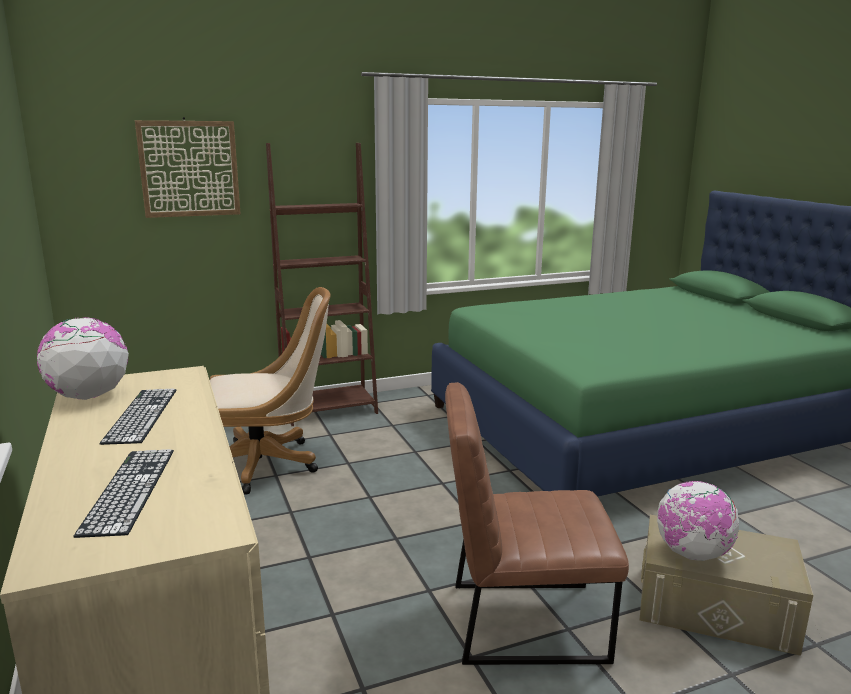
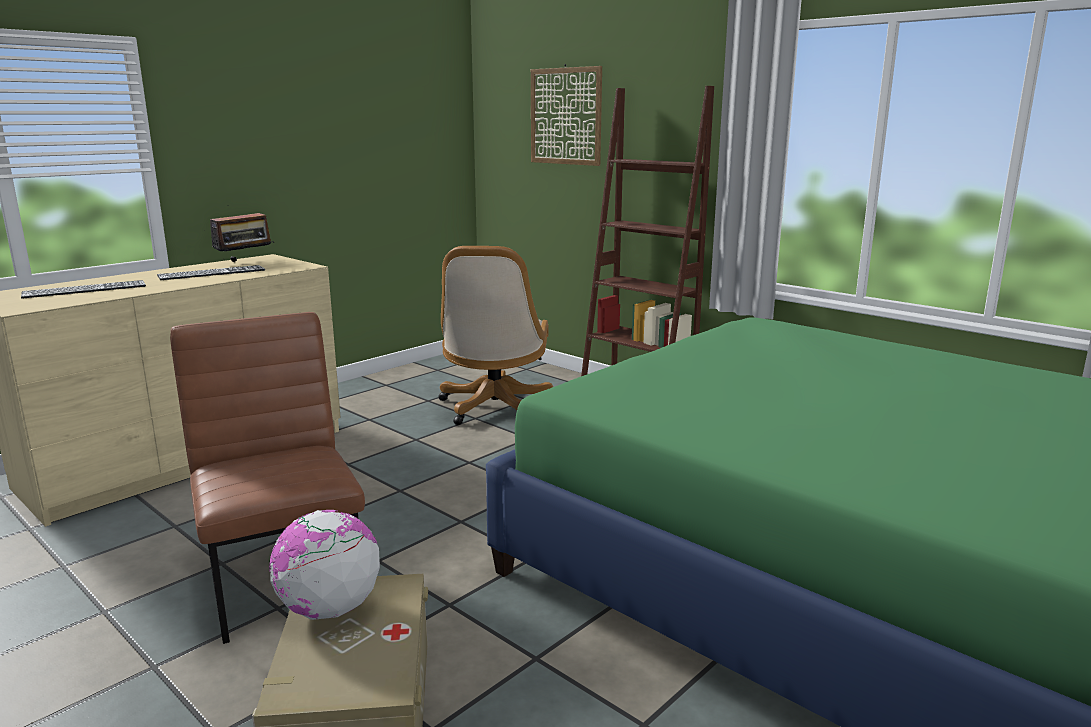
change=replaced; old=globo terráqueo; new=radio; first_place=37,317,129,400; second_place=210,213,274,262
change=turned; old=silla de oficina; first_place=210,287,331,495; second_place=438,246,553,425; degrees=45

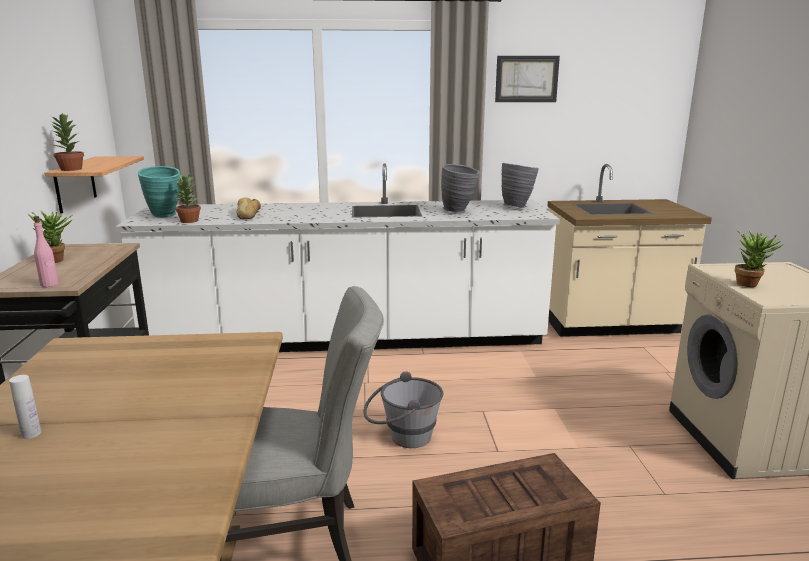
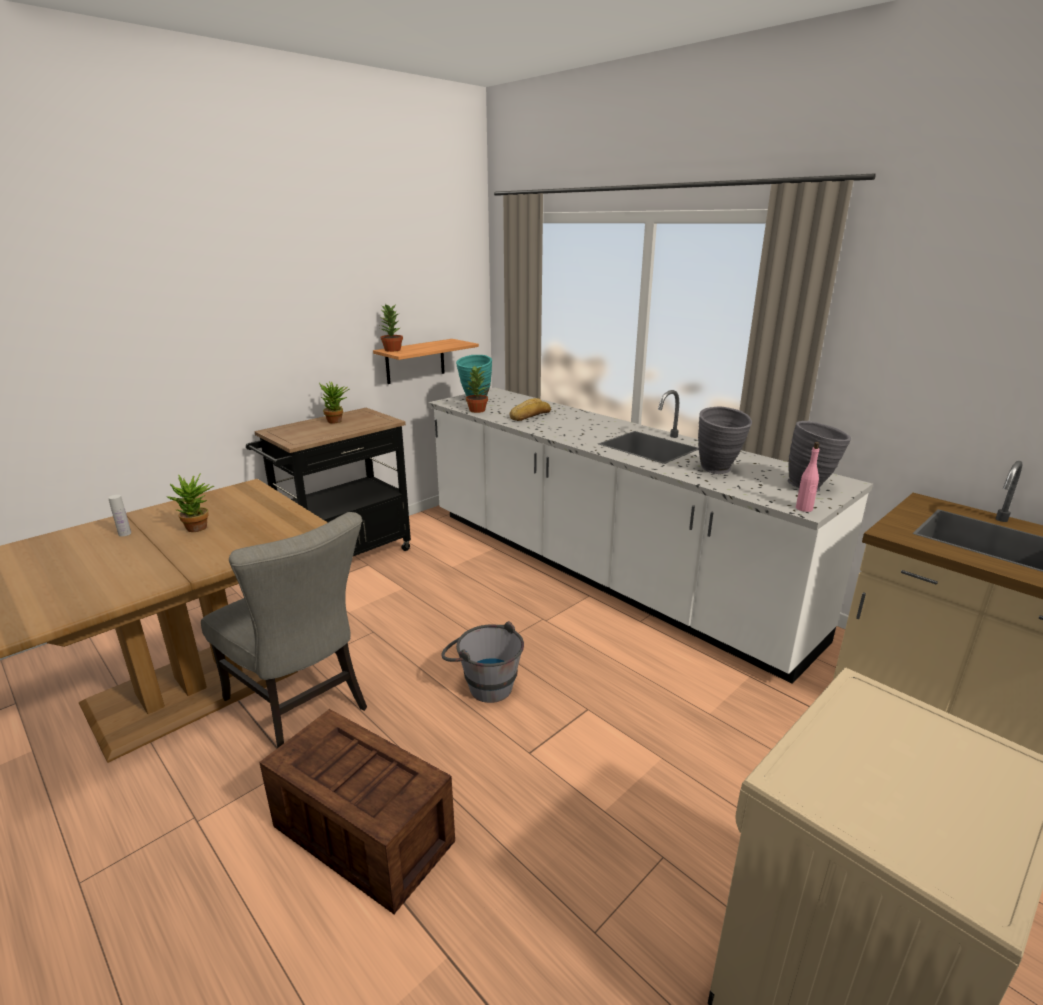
change=moved; old=botella/rosa; first_place=33,216,59,287; second_place=796,442,820,512
change=removed; old=cuadro; first_place=495,56,560,102
change=moved; old=planta en maceta; first_place=735,230,784,287; second_place=166,473,214,532

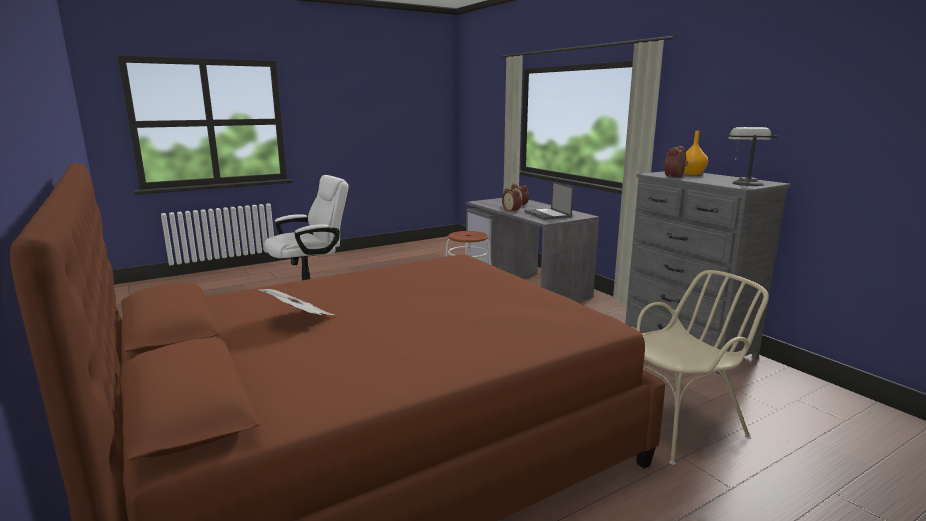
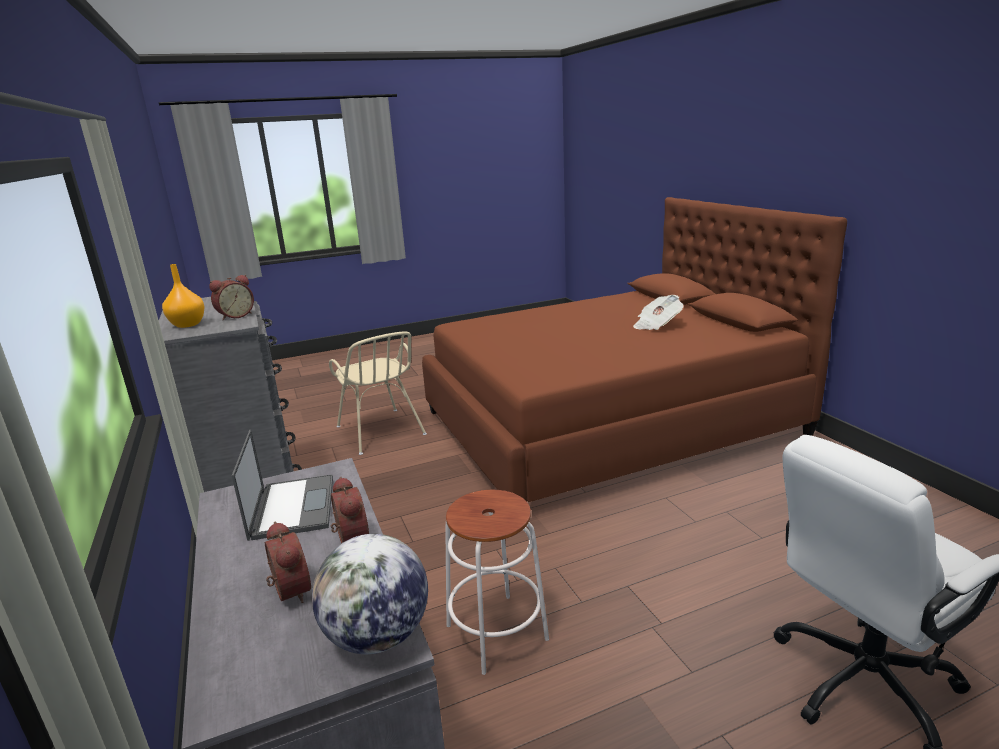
change=turned; old=silla/beis; first_place=636,270,769,465; second_place=329,331,427,455; degrees=-105
change=removed; old=lámpara de mesa; first_place=727,127,777,186
change=added; new=globo terráqueo; second_place=312,534,428,654

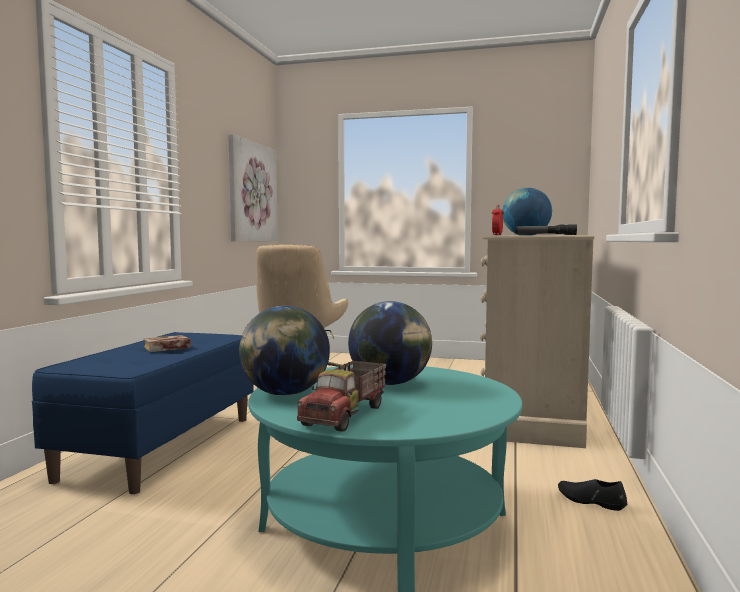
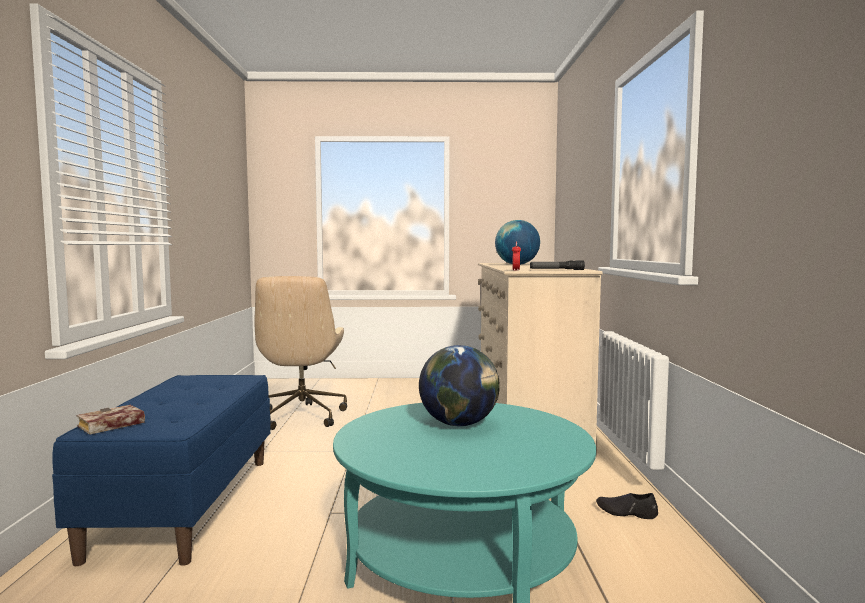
change=moved; old=libro; first_place=143,335,191,352; second_place=77,405,145,435
change=removed; old=cuadro; first_place=228,134,278,241
change=removed; old=globo terráqueo; first_place=239,306,330,396
change=removed; old=camión de juguete; first_place=297,361,386,432

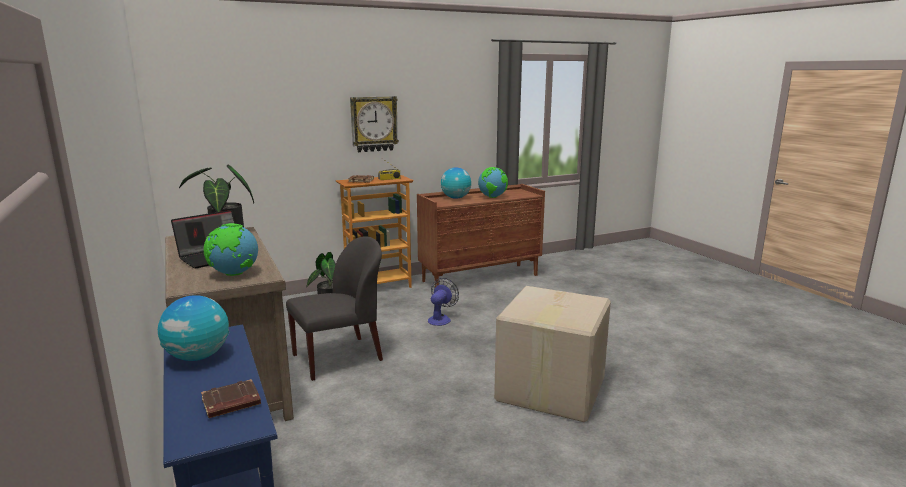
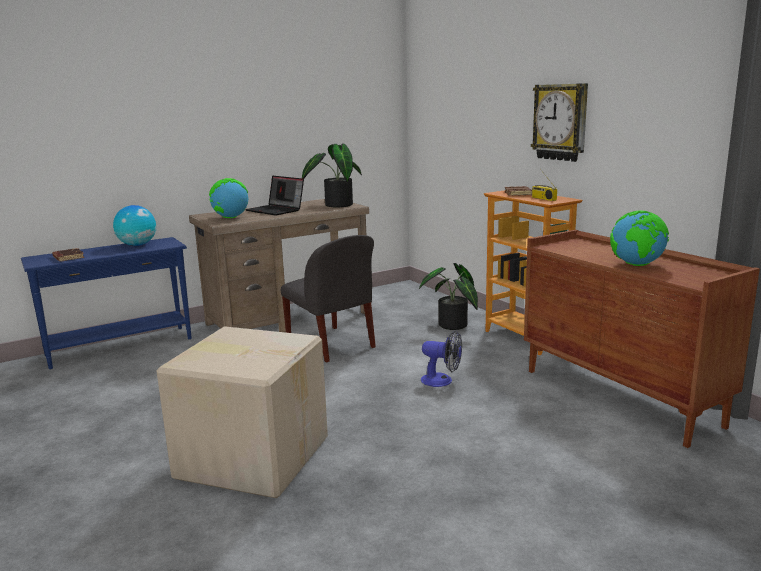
change=removed; old=globo terráqueo; first_place=441,167,471,199

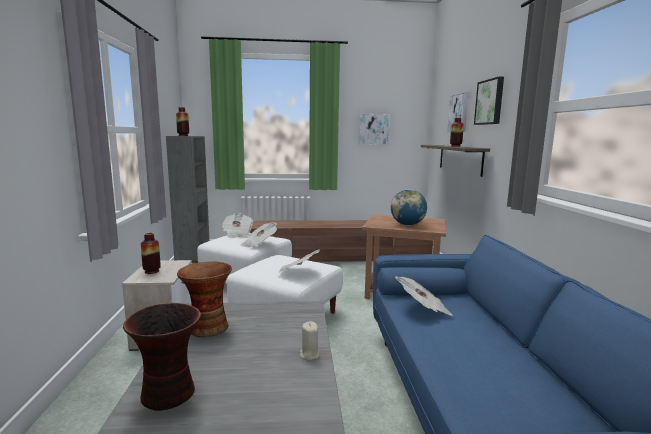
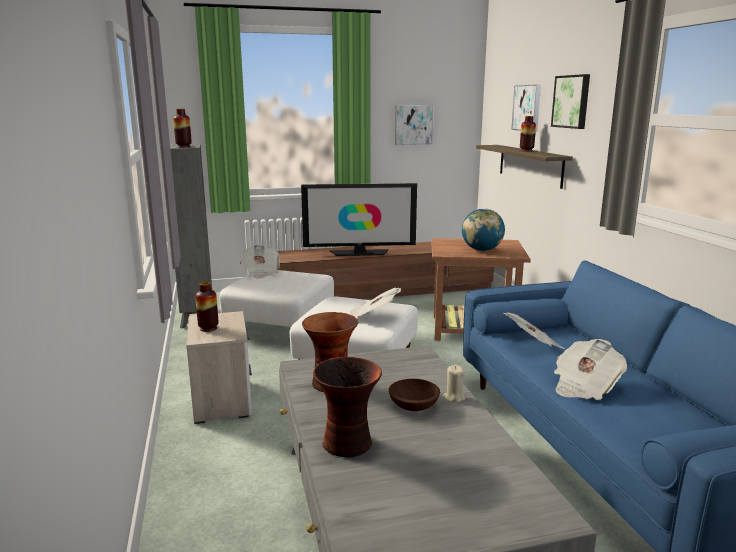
change=moved; old=periódico; first_place=241,222,277,247; second_place=554,339,627,400
change=added; new=televisor; second_place=301,183,417,256
change=added; new=cuenco/marrón; second_place=389,379,440,411

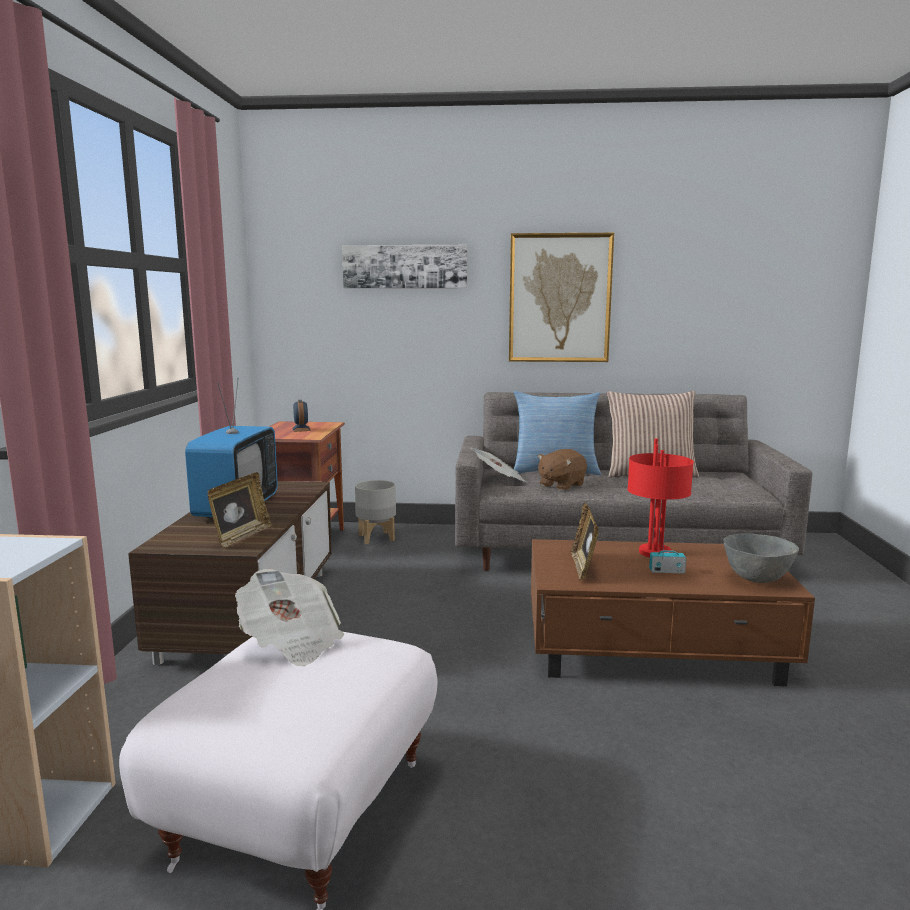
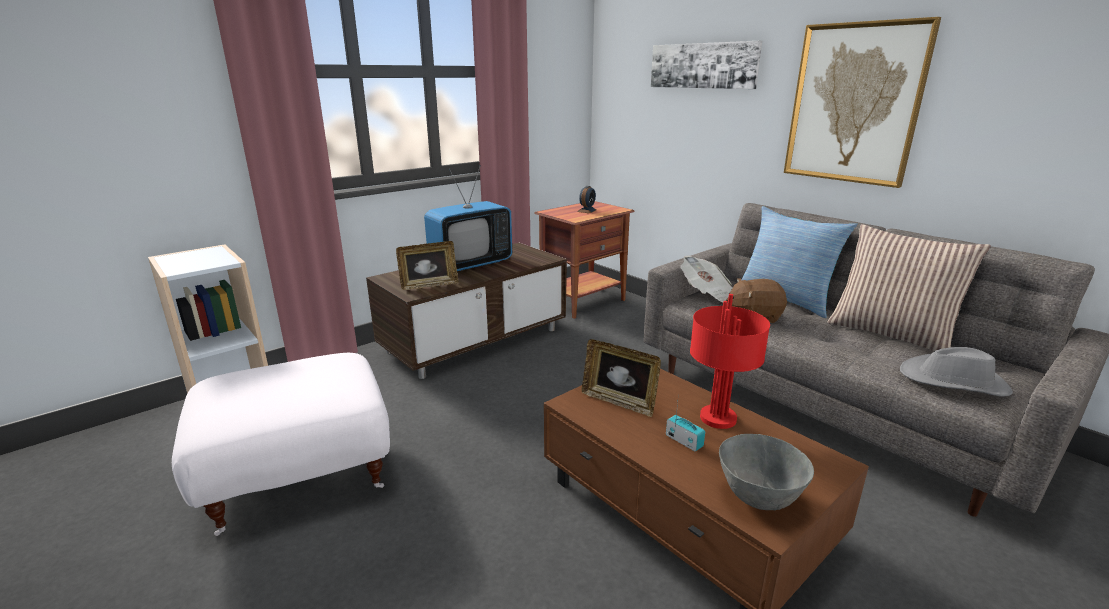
change=removed; old=periódico; first_place=235,569,344,666
change=removed; old=maceta/gris; first_place=355,480,396,544
change=turned; old=portarretratos; first_place=571,503,599,581; second_place=582,339,661,417; degrees=-105
change=added; new=sombrero/gris; second_place=900,347,1013,397

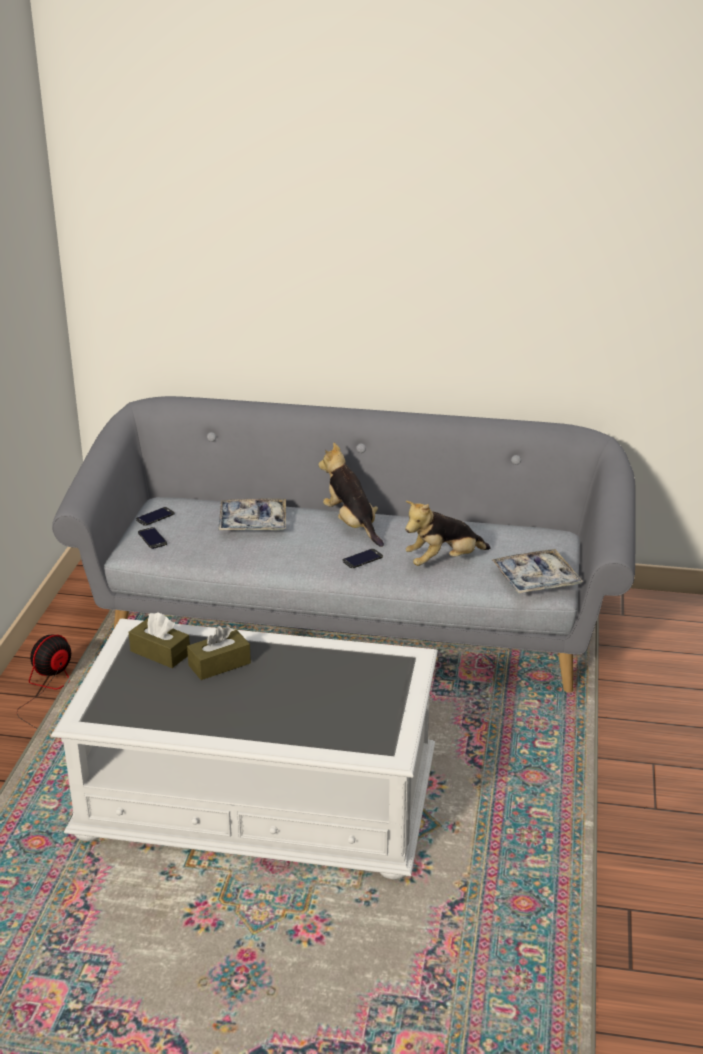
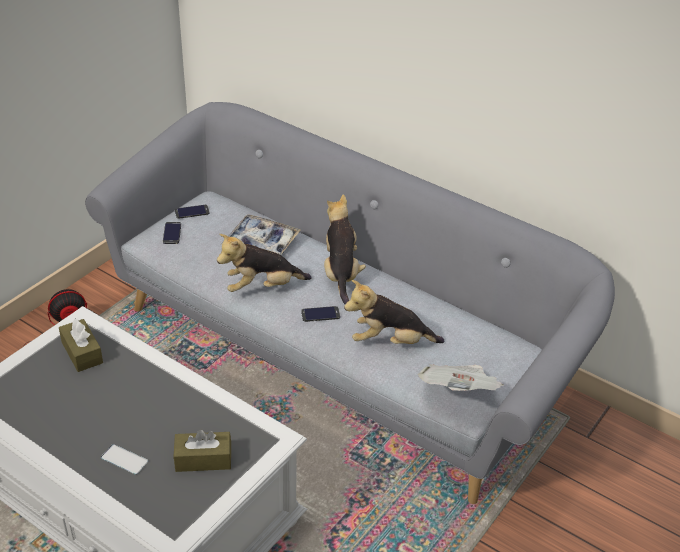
change=moved; old=caja de pañuelos/marrón; first_place=187,626,251,680; second_place=174,430,231,472
change=replaced; old=bandeja; new=periódico; first_place=492,549,583,594; second_place=418,364,503,391
change=added; new=móvil; second_place=101,444,148,475
change=added; new=peluche; second_place=217,234,312,292

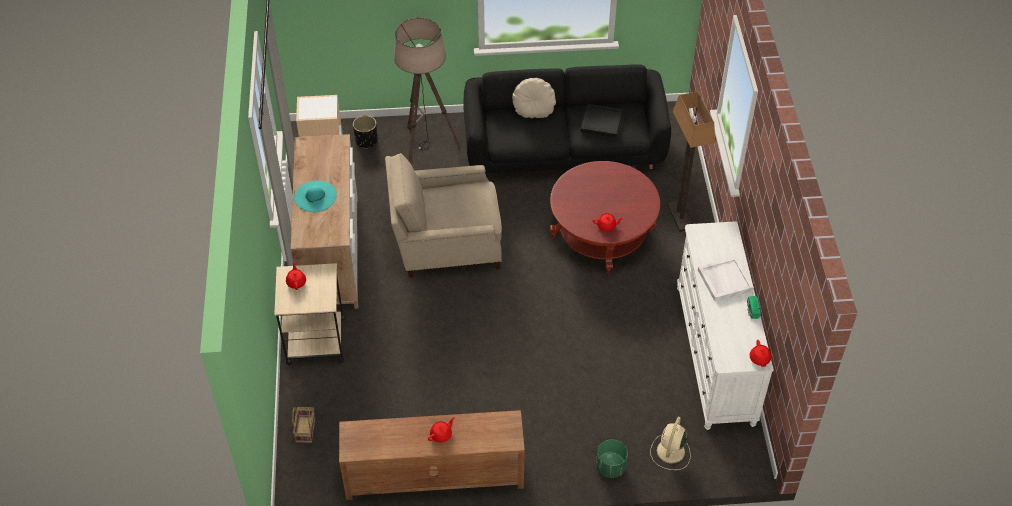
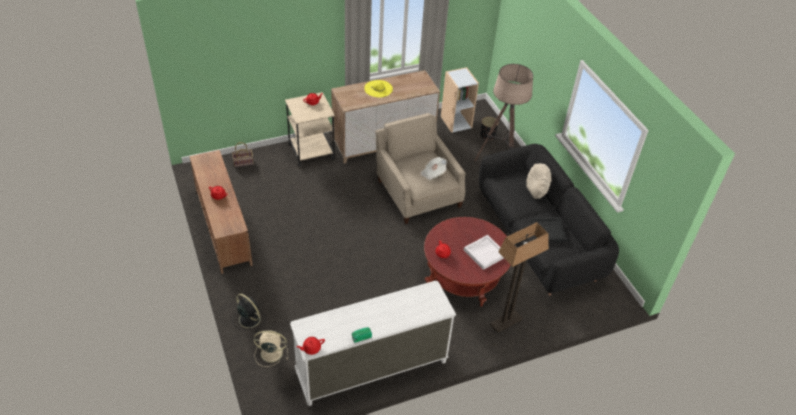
change=recoloured; old=sombrero/turquesa; new=sombrero/amarillo; first_place=294,181,337,212; second_place=364,80,393,97
change=replaced; old=maceta/verde; new=ventilador/negro; first_place=596,439,628,478; second_place=233,294,266,332
change=moved; old=bandeja/blanco; first_place=698,257,754,301; second_place=464,235,504,270
change=added; new=periódico; second_place=420,157,447,180

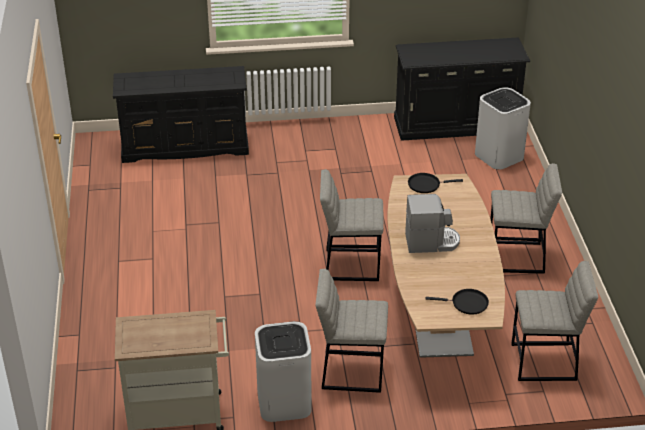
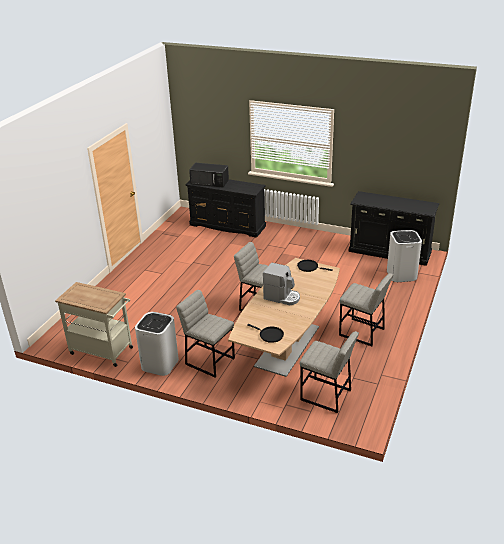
change=added; new=microondas/negro; second_place=189,163,229,188

